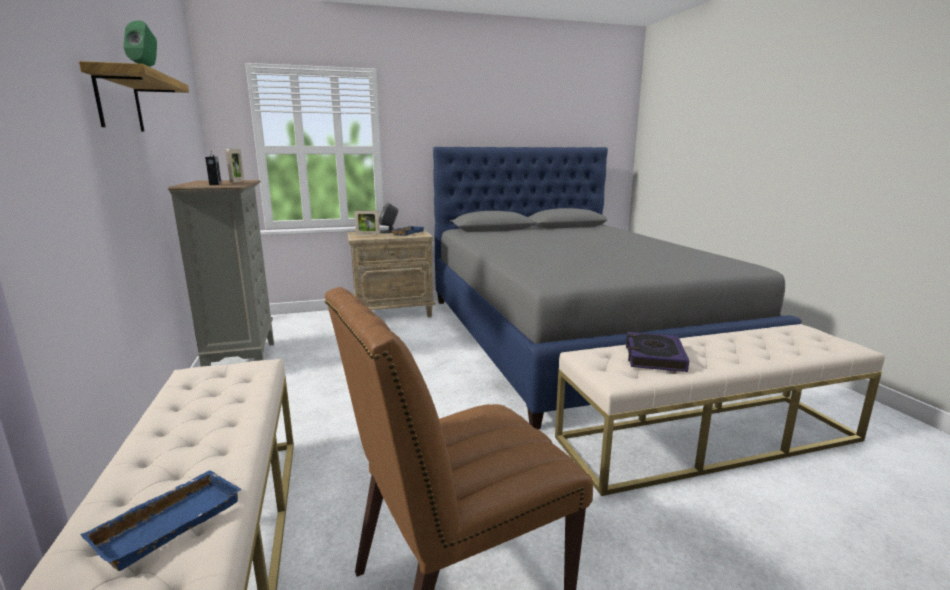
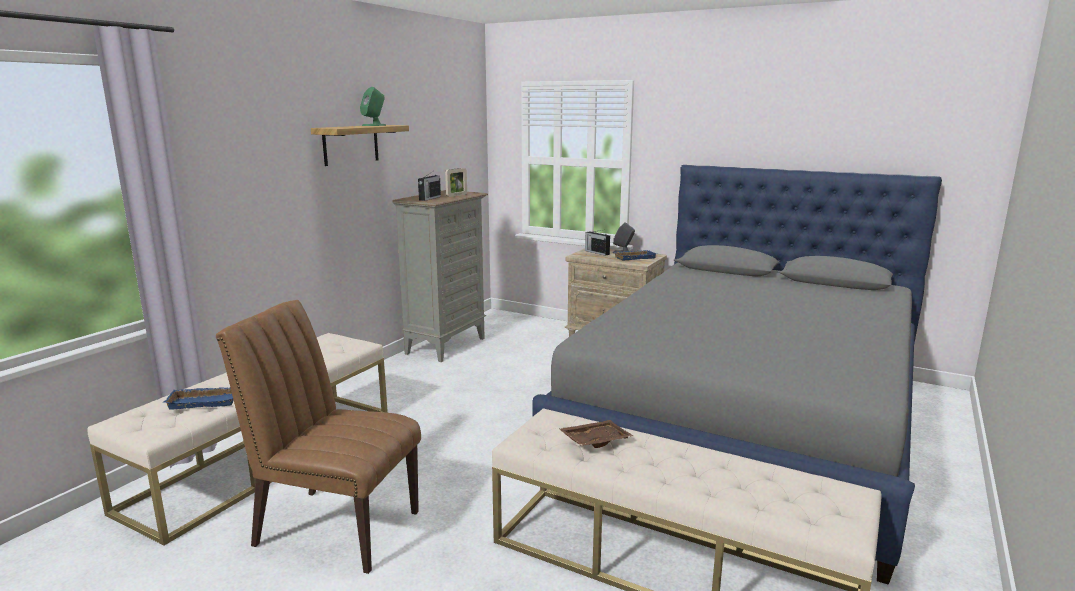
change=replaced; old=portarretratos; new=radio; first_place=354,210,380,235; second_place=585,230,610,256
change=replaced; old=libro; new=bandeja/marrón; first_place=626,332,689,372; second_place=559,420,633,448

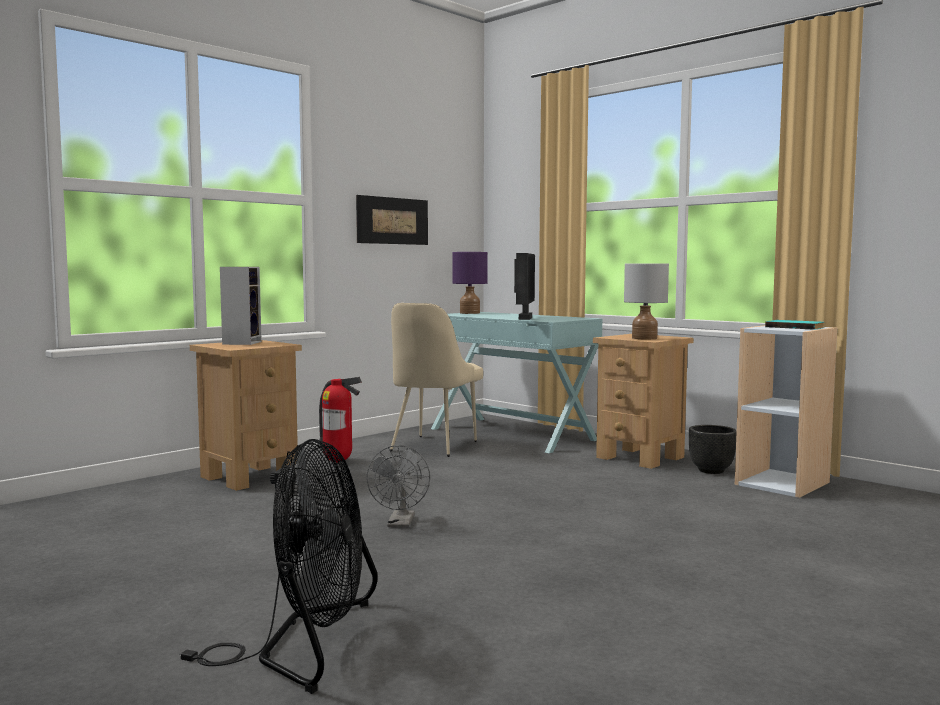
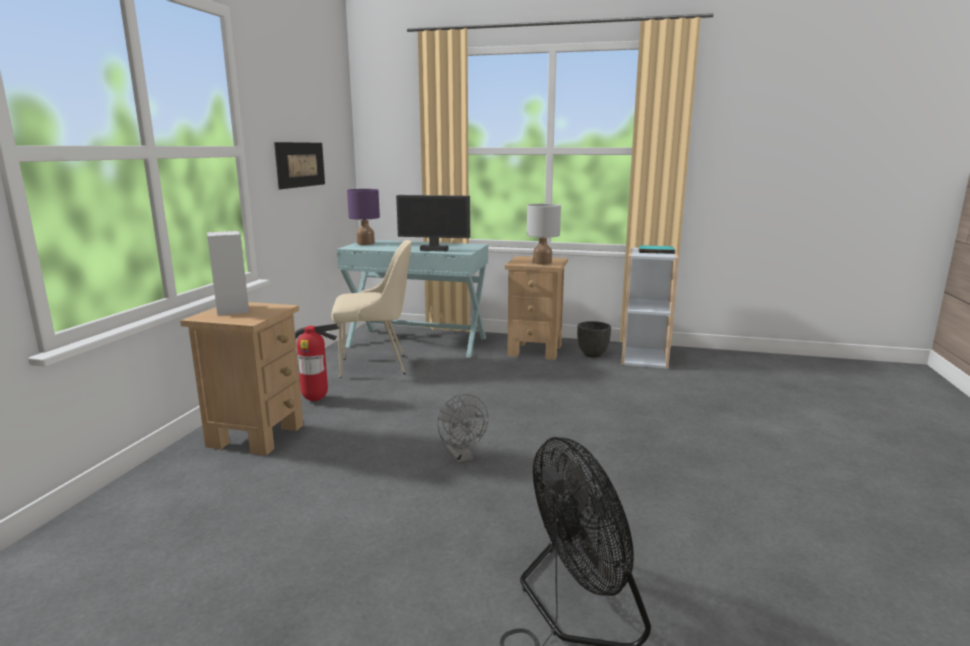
change=turned; old=silla/beis; first_place=390,303,483,457; second_place=331,240,412,378; degrees=-90
change=turned; old=monitor; first_place=514,253,535,320; second_place=396,195,470,251; degrees=120

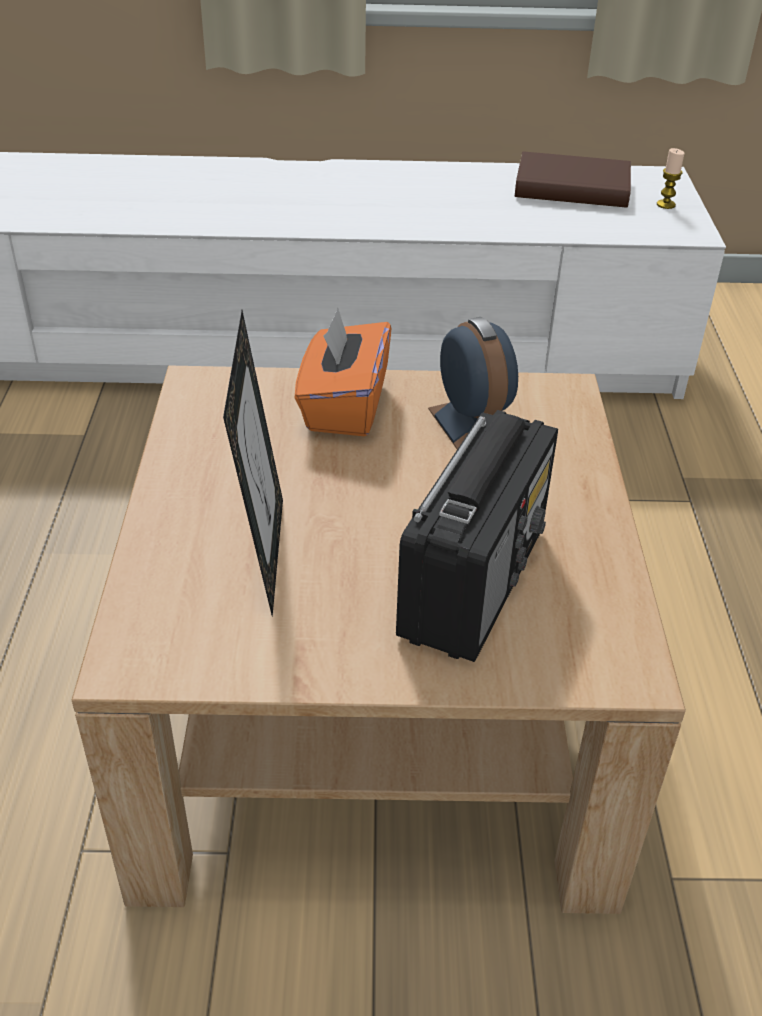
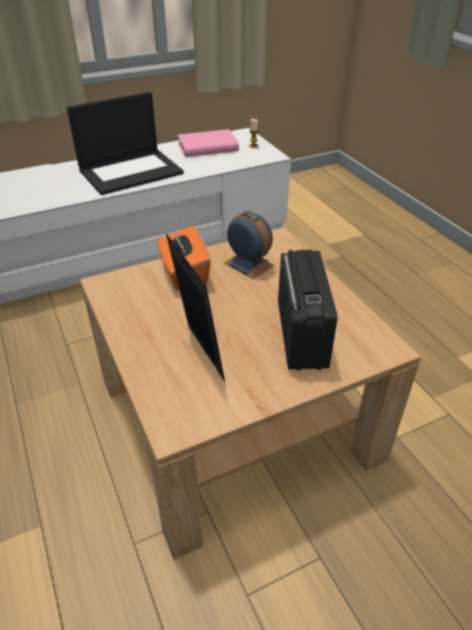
change=recoloured; old=libro/marrón; new=libro/rosa; first_place=515,151,631,208; second_place=178,129,239,157
change=added; new=portátil; second_place=67,92,184,195

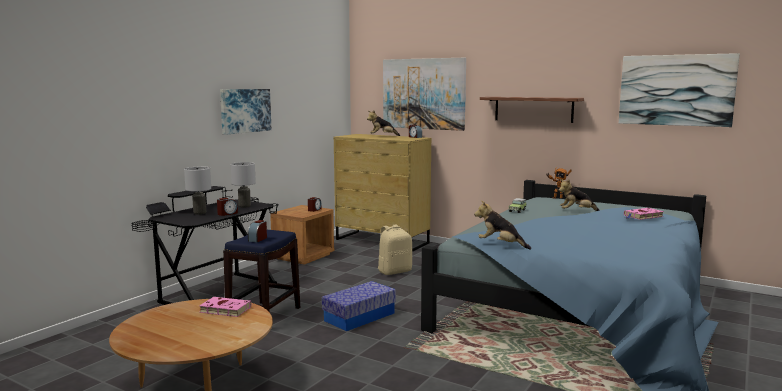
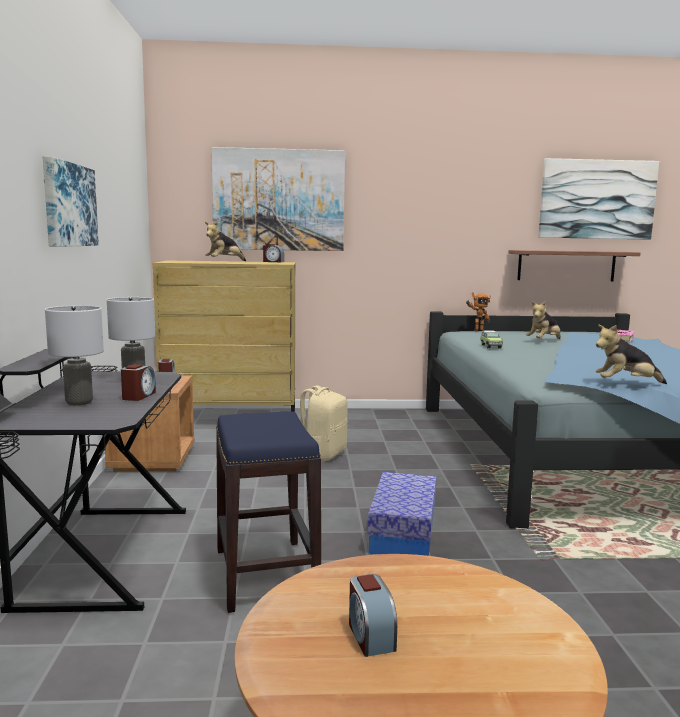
change=removed; old=libro/rosa; first_place=199,297,251,317
change=moved; old=despertador; first_place=248,220,267,242; second_place=349,574,397,657
change=moved; old=estante; first_place=480,97,584,123; second_place=508,250,640,281

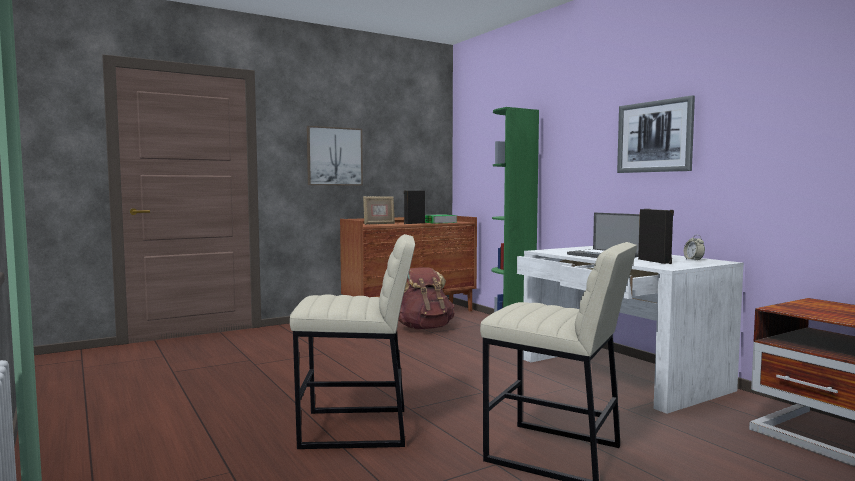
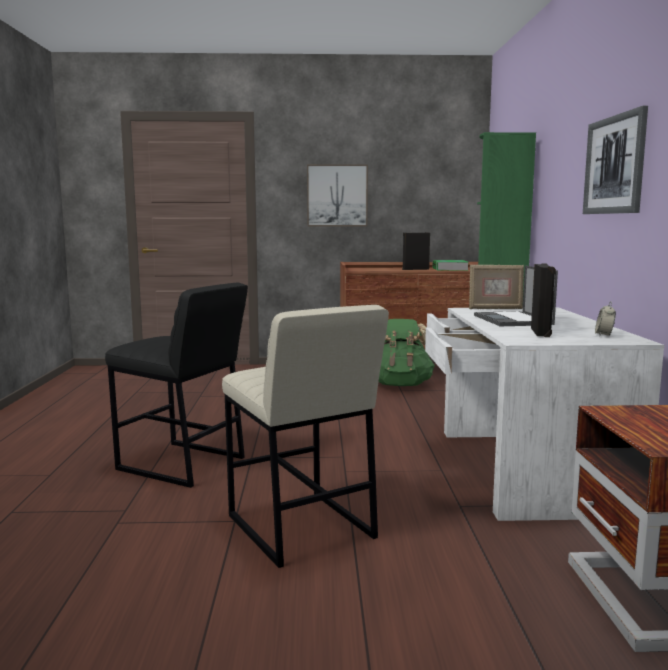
change=recoloured; old=silla/beis; new=silla/negro; first_place=290,234,415,449; second_place=105,283,248,488
change=moved; old=portarretratos; first_place=363,196,395,225; second_place=469,265,524,309
change=recoloured; old=mochila/marrón; new=mochila/verde; first_place=398,267,454,329; second_place=379,319,435,386

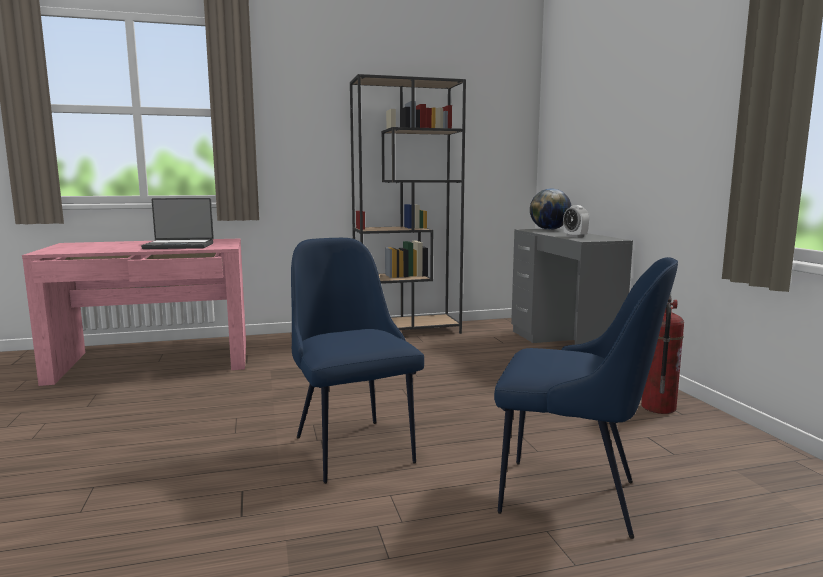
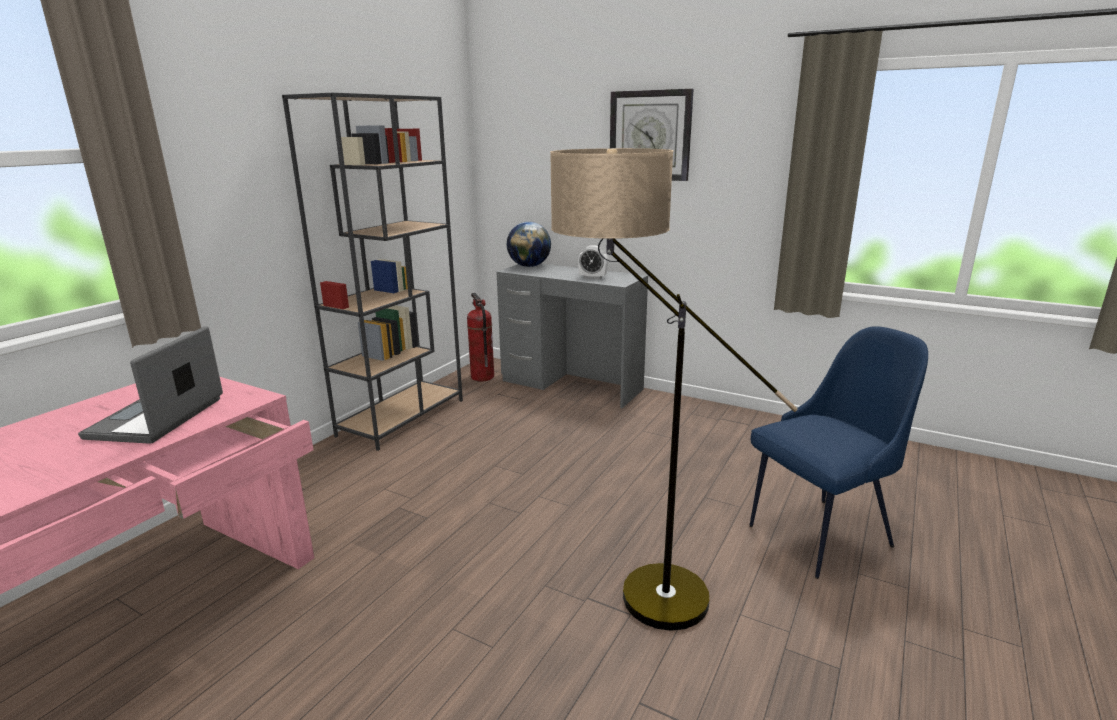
change=turned; old=portátil; first_place=141,198,214,249; second_place=78,327,223,444; degrees=150
change=replaced; old=silla/azul; new=lámpara de pie; first_place=291,238,424,484; second_place=550,148,798,631
change=moved; old=extintor; first_place=641,294,684,414; second_place=467,293,494,381
change=added; new=reloj de pared; second_place=610,89,693,181

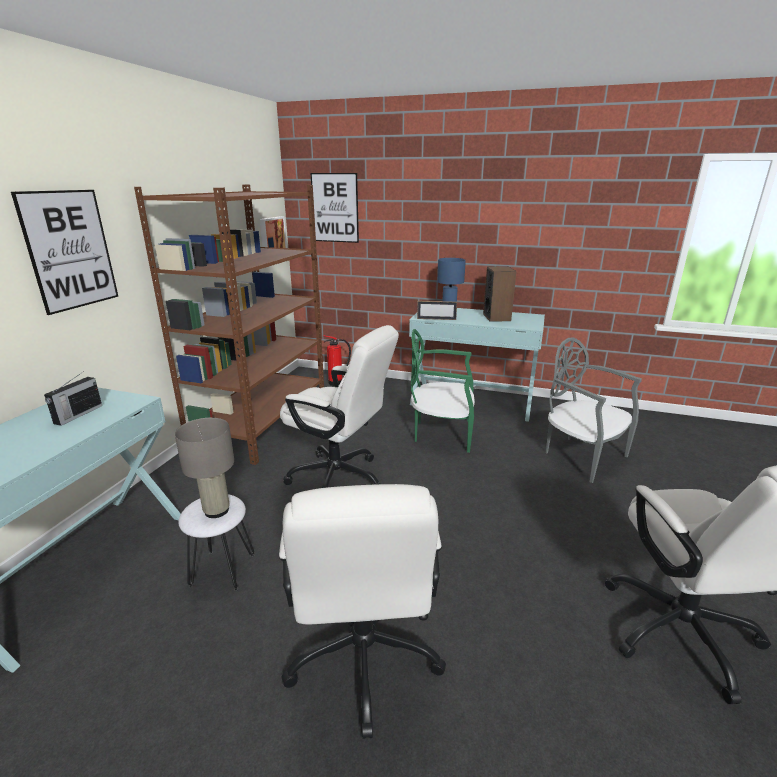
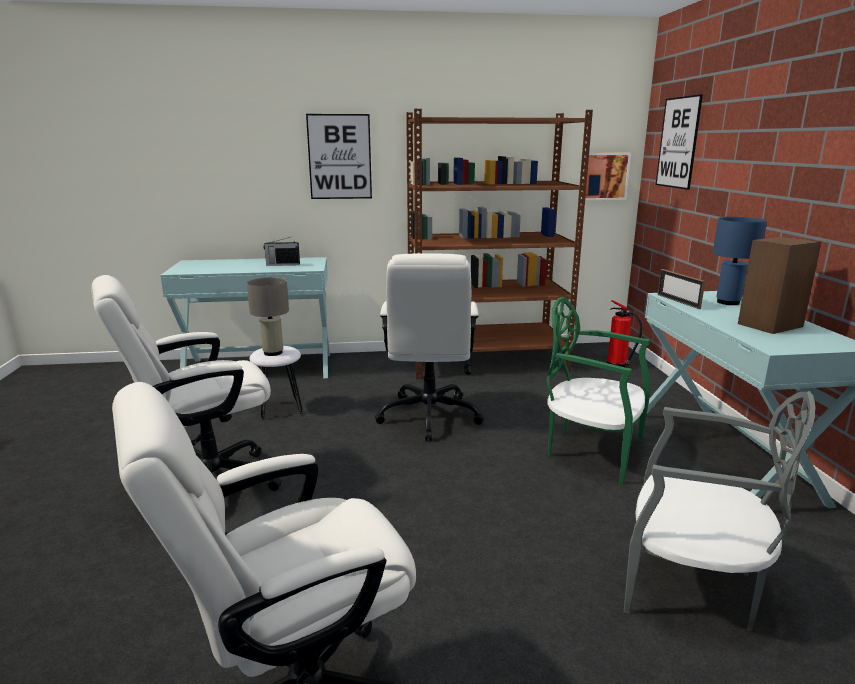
change=turned; old=silla/verde; first_place=411,329,475,453; second_place=547,297,650,484; degrees=-45
change=turned; old=silla/gris; first_place=546,337,642,483; second_place=624,391,815,631; degrees=90

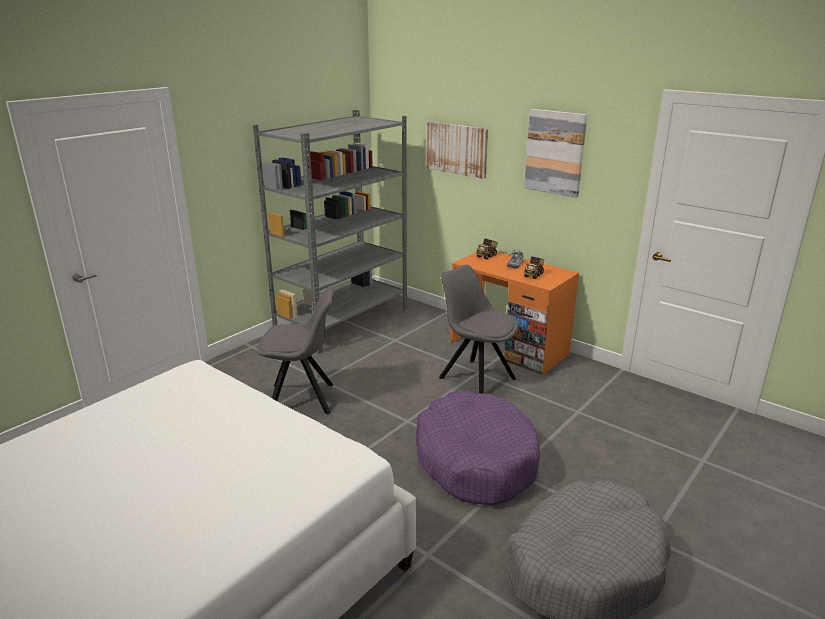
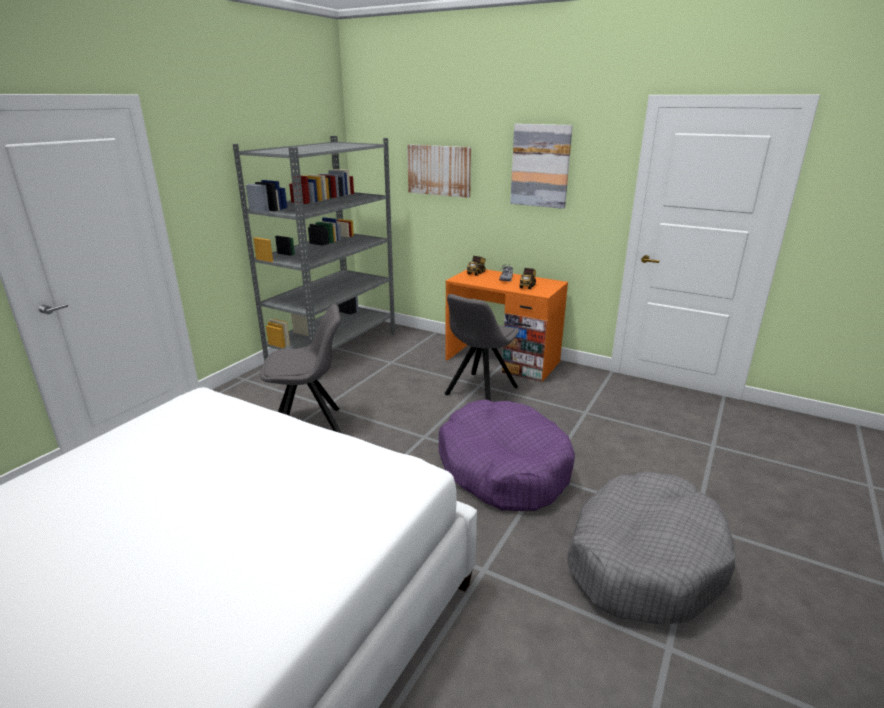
change=turned; old=silla/gris; first_place=439,264,518,394; second_place=445,294,519,401; degrees=-90

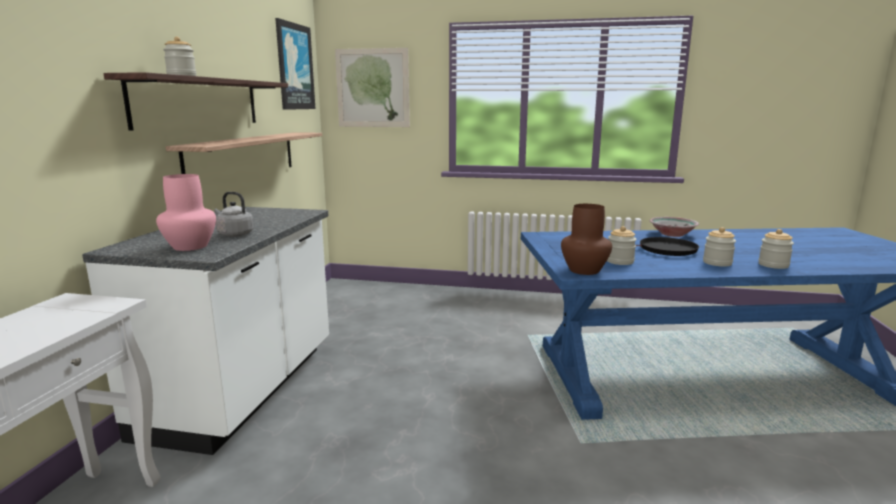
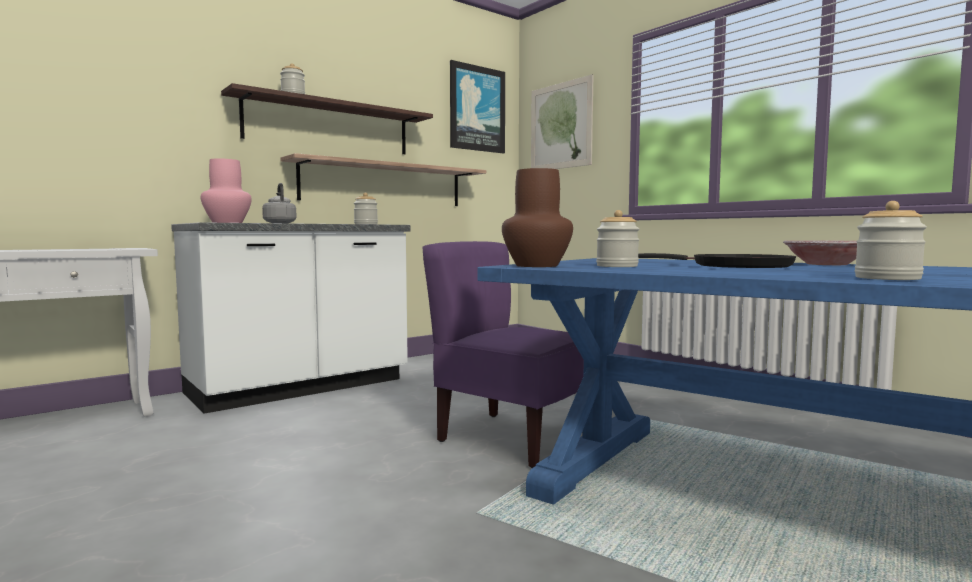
change=moved; old=tarro; first_place=703,227,736,267; second_place=354,193,378,224
change=added; new=silla/morado; second_place=422,241,584,468

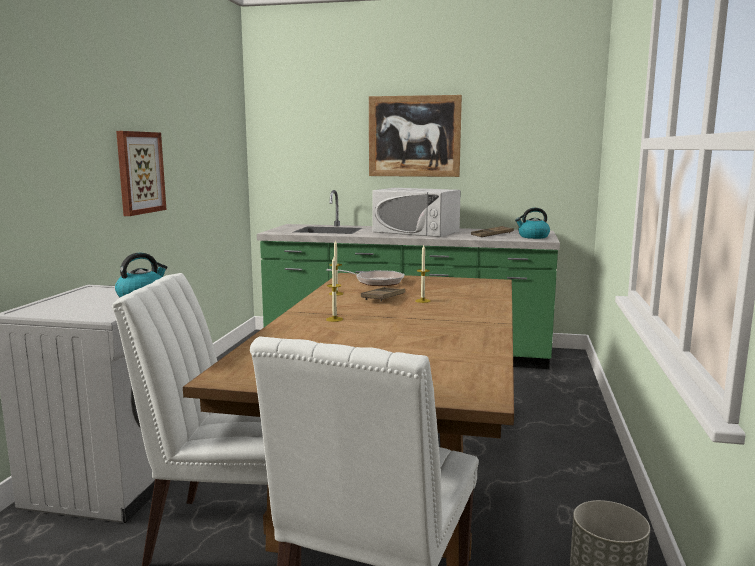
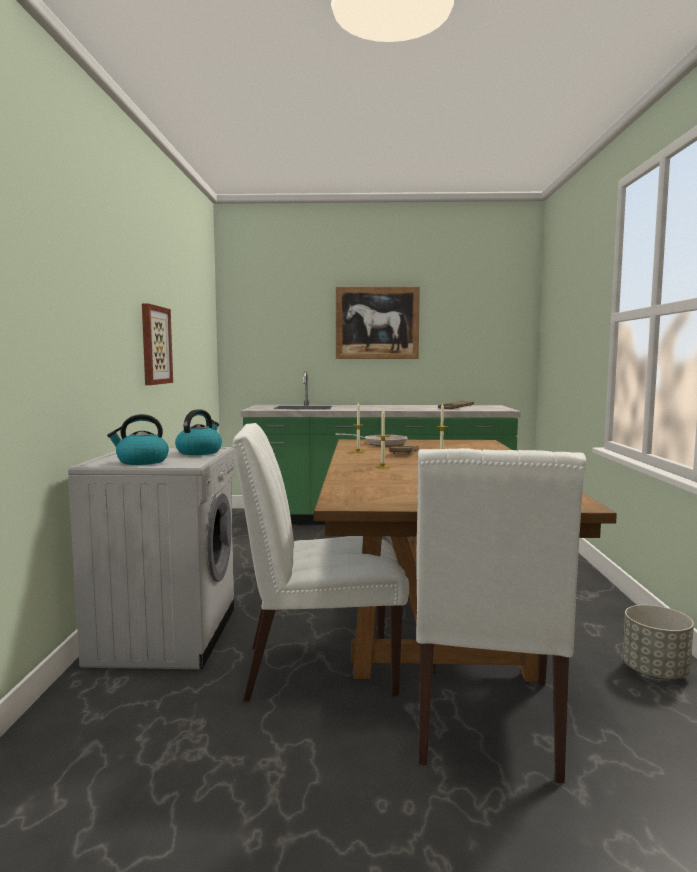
change=removed; old=microondas/blanco; first_place=372,188,461,237
change=moved; old=hervidor; first_place=515,208,550,239; second_place=107,414,169,465

